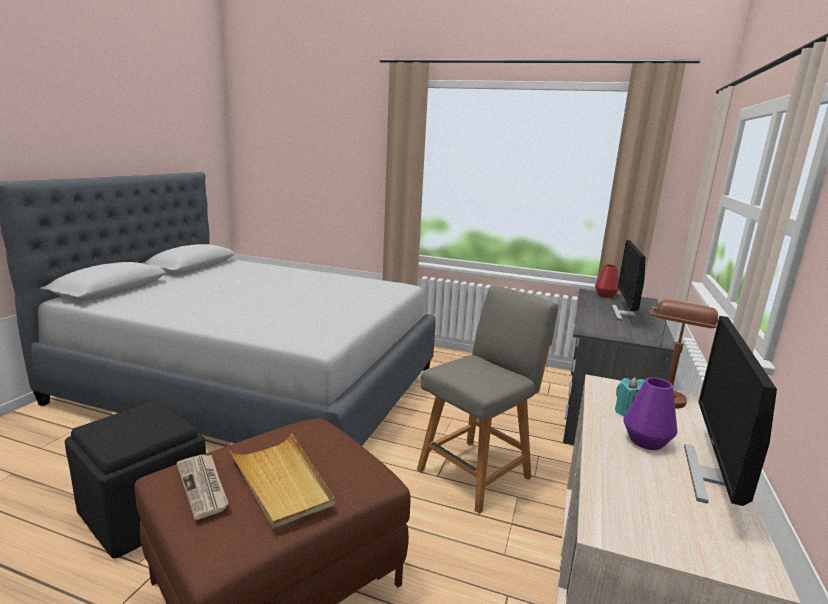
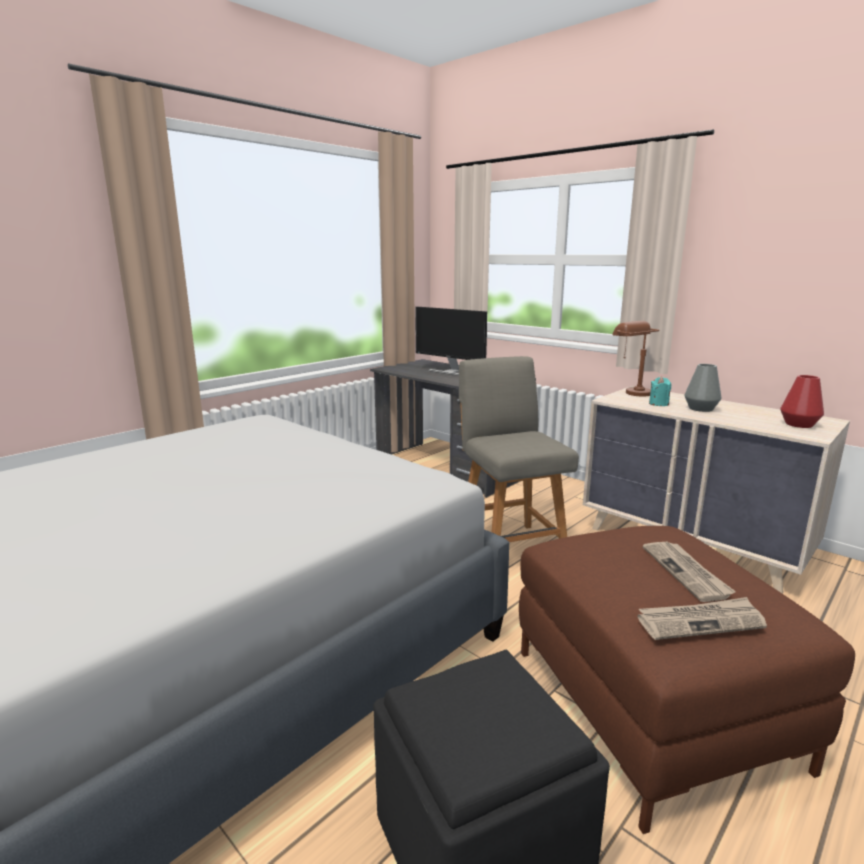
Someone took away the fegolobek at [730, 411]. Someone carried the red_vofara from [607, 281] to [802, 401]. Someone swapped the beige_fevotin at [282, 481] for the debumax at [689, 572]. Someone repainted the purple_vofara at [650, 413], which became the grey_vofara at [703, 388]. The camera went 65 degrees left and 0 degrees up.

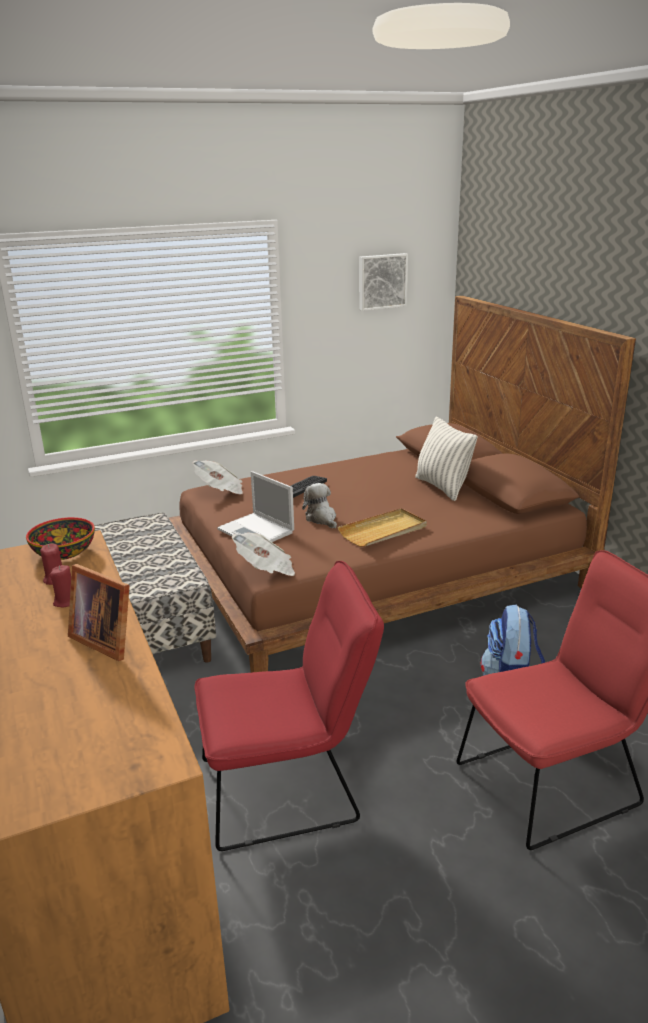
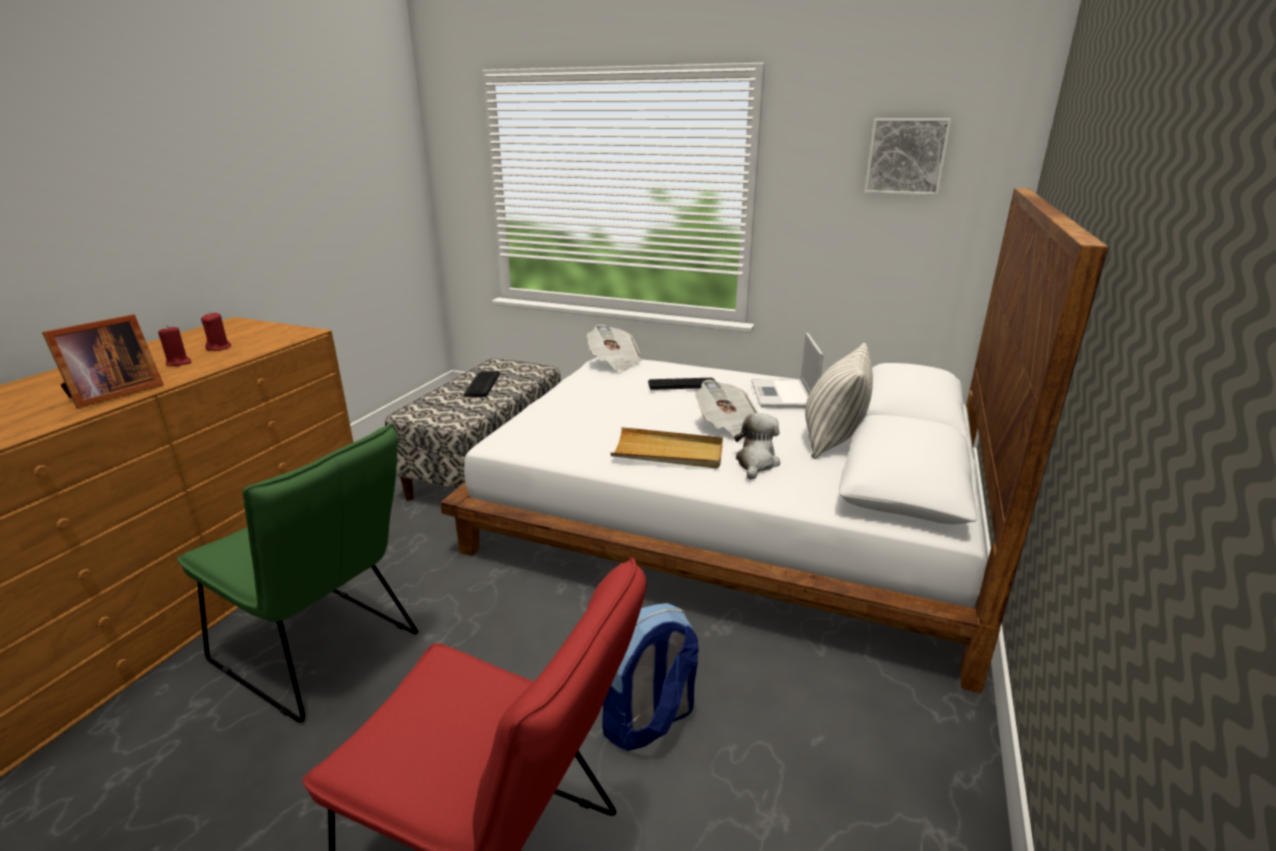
Someone took away the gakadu at [60, 538]. Someone put down the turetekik at [481, 384]. Someone carried the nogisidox from [255, 506] to [787, 370]. Someone carried the debumax from [263, 554] to [726, 410]. Someone carried the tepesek from [319, 505] to [757, 446]. Someone repainted the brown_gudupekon at [402, 484], which became the white_gudupekon at [774, 441]. Someone repainted the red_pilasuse at [289, 706], which became the green_pilasuse at [297, 573]. Someone rotated the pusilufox at [99, 612] by 135 degrees counterclockwise. The camera went 45 degrees right and 0 degrees up.

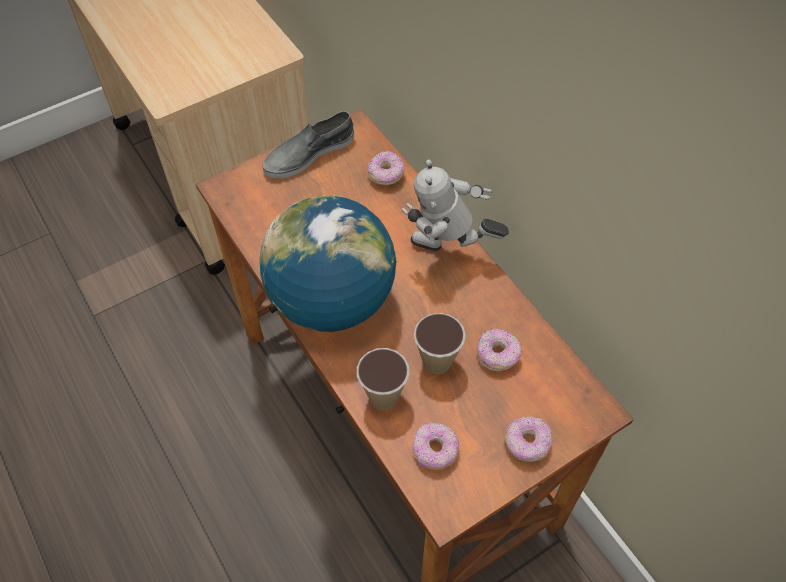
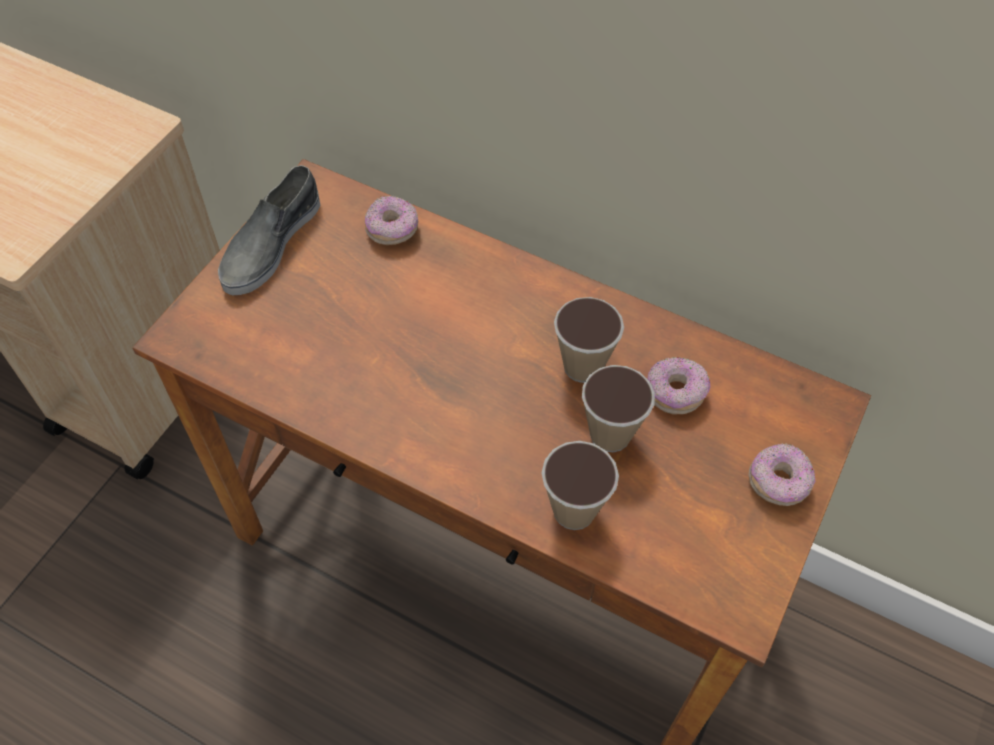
Someone took away the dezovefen at [328, 263]. Someone took away the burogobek at [455, 205]. Someone took away the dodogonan at [435, 446]. Someone put down the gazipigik at [589, 340]. The camera went 30 degrees left and 0 degrees up.

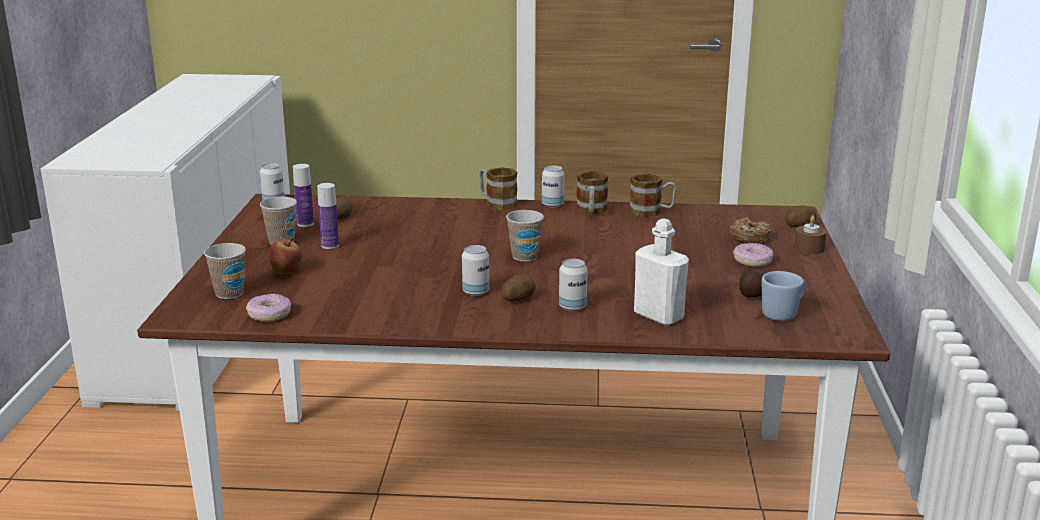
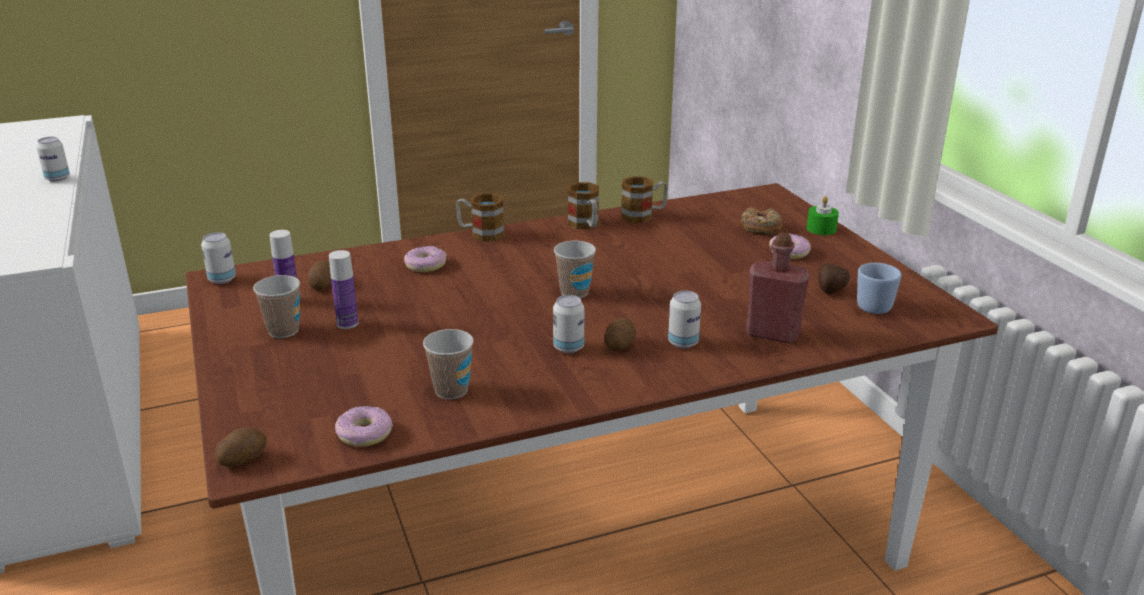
Someone took away the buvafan at [285, 256]. Someone put down the dodogonan at [425, 259]. Someone carried the gazipigik from [225, 271] to [448, 364]. Someone carried the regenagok from [553, 186] to [53, 159]. Someone carried the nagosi from [801, 216] to [240, 447]. Someone repainted the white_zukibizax at [661, 272], which became the red_zukibizax at [778, 288]. Someone repainted the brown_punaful at [810, 234], which became the green_punaful at [823, 215]. The camera went 25 degrees left and 5 degrees up.

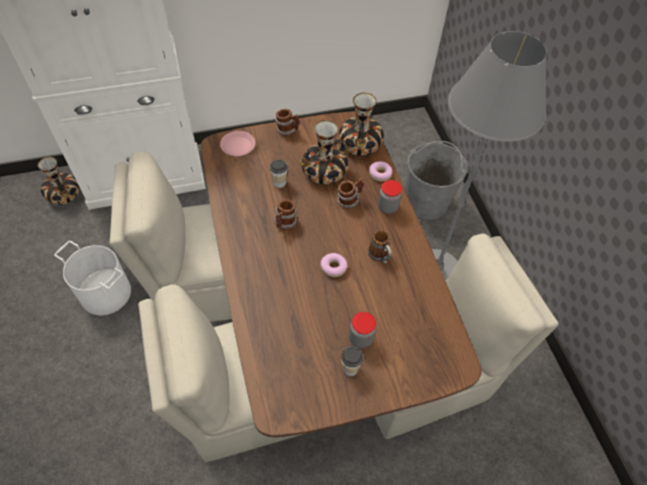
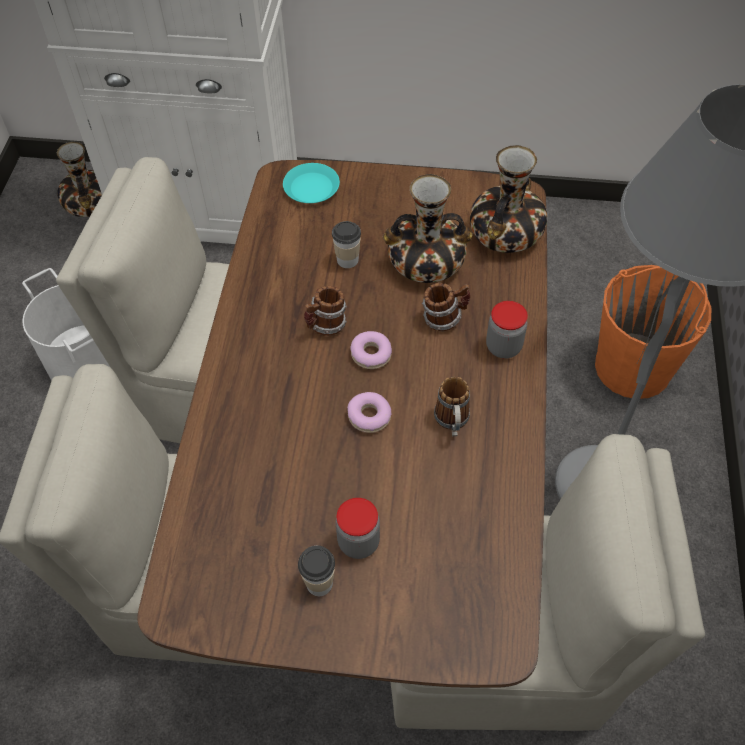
Someone took away the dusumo at [287, 122]. Someone carried the dodogonan from [381, 171] to [371, 350]. Someone repainted the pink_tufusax at [237, 143], which became the turquoise_tufusax at [311, 183]. Someone repainted the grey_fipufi at [437, 180], which became the orange_fipufi at [653, 332]. The camera went 25 degrees right and 0 degrees up.

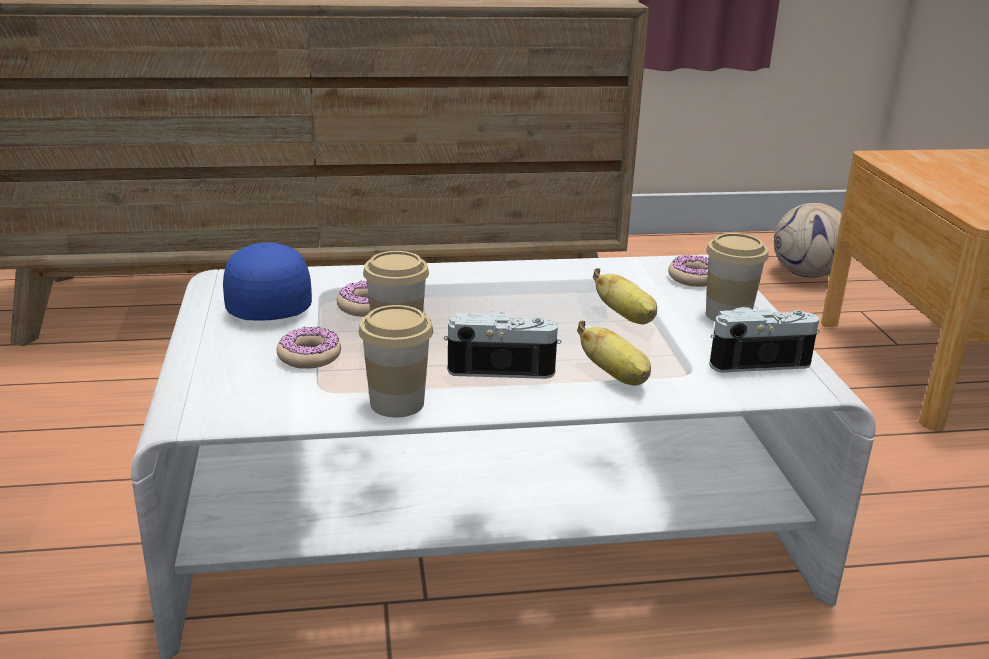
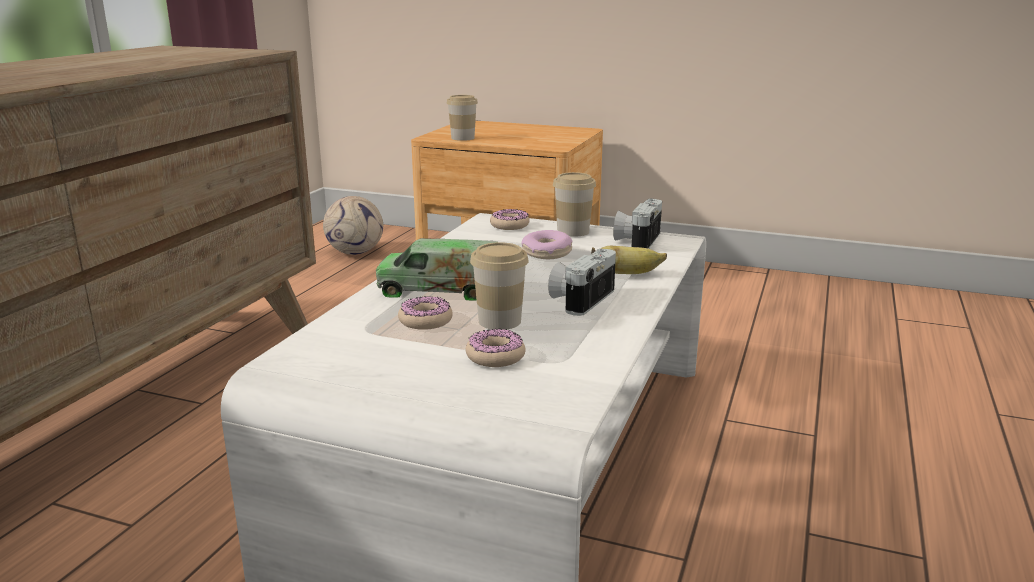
Someone took away the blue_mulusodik at [267, 281]. Someone put down the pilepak at [436, 269]. Someone carried the gazipigik from [396, 361] to [462, 118]. Someone swapped the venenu at [625, 296] for the dodogonan at [547, 244]. The camera went 60 degrees left and 5 degrees down.

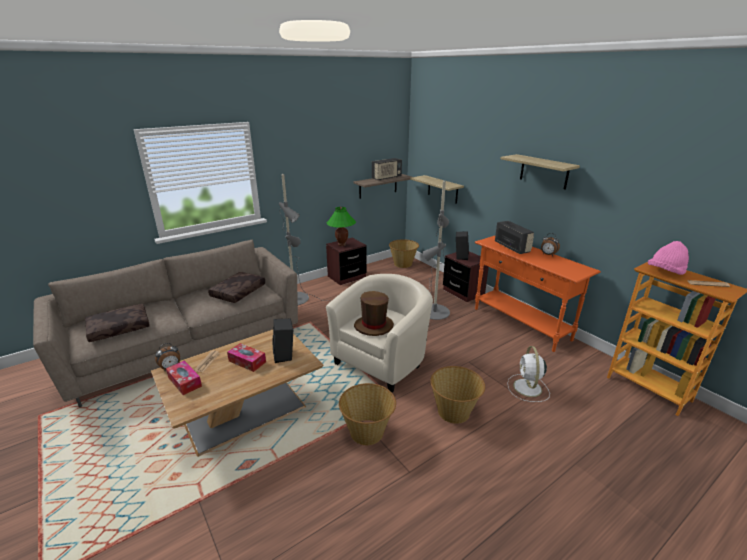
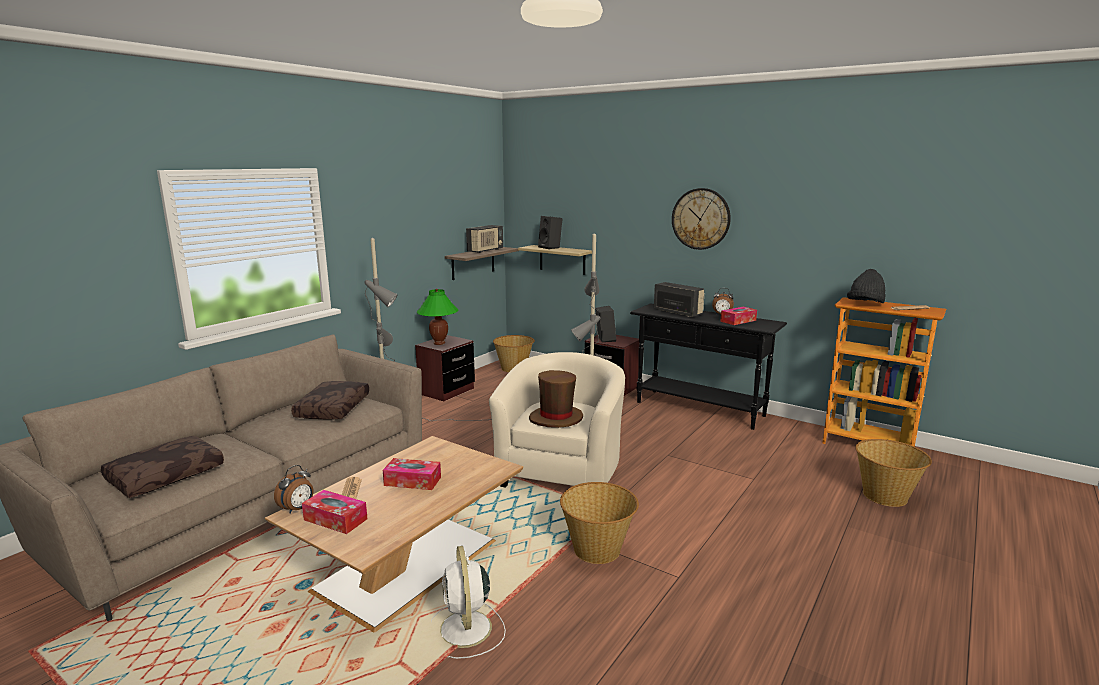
Someone put down the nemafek at [738, 316]. Someone carried the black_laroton from [283, 340] to [550, 232]. Someone carried the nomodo from [457, 395] to [893, 473]. Someone carried the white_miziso from [528, 374] to [468, 602]. Someone swapped the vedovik at [540, 172] for the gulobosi at [701, 219]. Someone repainted the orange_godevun at [538, 294], which became the black_godevun at [708, 366]. Someone repainted the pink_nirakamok at [668, 258], which became the black_nirakamok at [866, 286]. The camera went 20 degrees left and 10 degrees down.

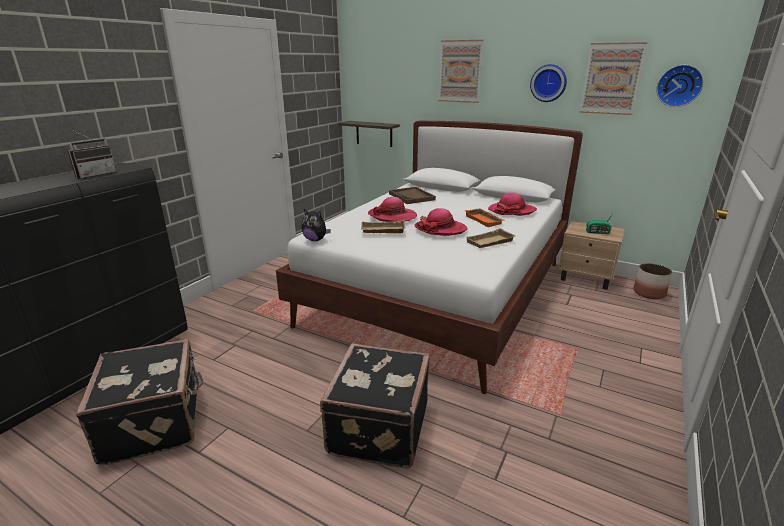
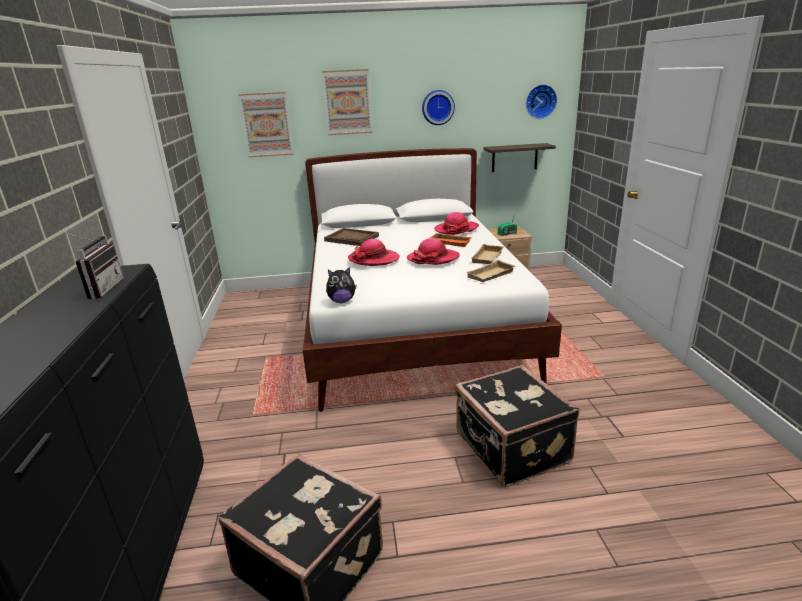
Someone took away the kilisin at [652, 281]. Someone carried the vedovik from [369, 134] to [519, 157]. Someone carried the beige_fevotin from [383, 226] to [491, 271]. Someone carried the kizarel from [613, 78] to [266, 124]. The camera went 35 degrees left and 0 degrees up.

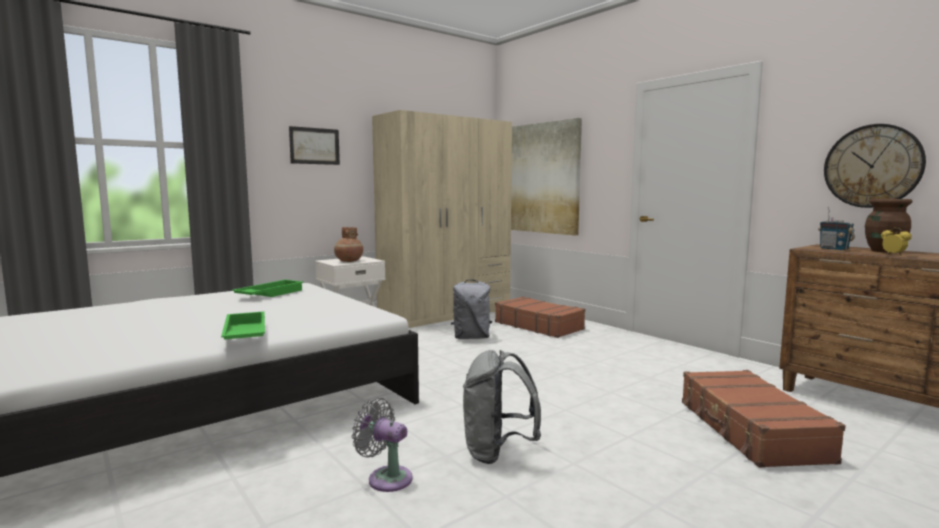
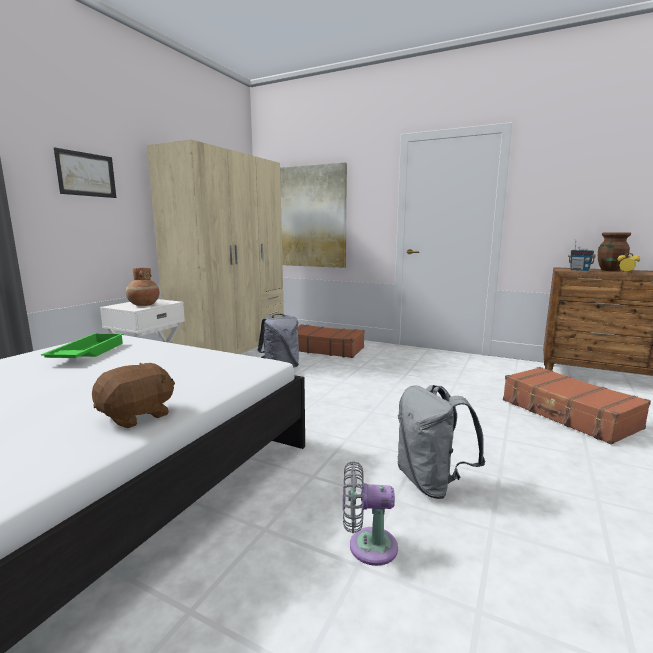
Someone took away the gulobosi at [875, 166]. Someone swapped the green_fevotin at [243, 325] for the brown_tepesek at [133, 395]. The camera went 25 degrees left and 5 degrees up.

